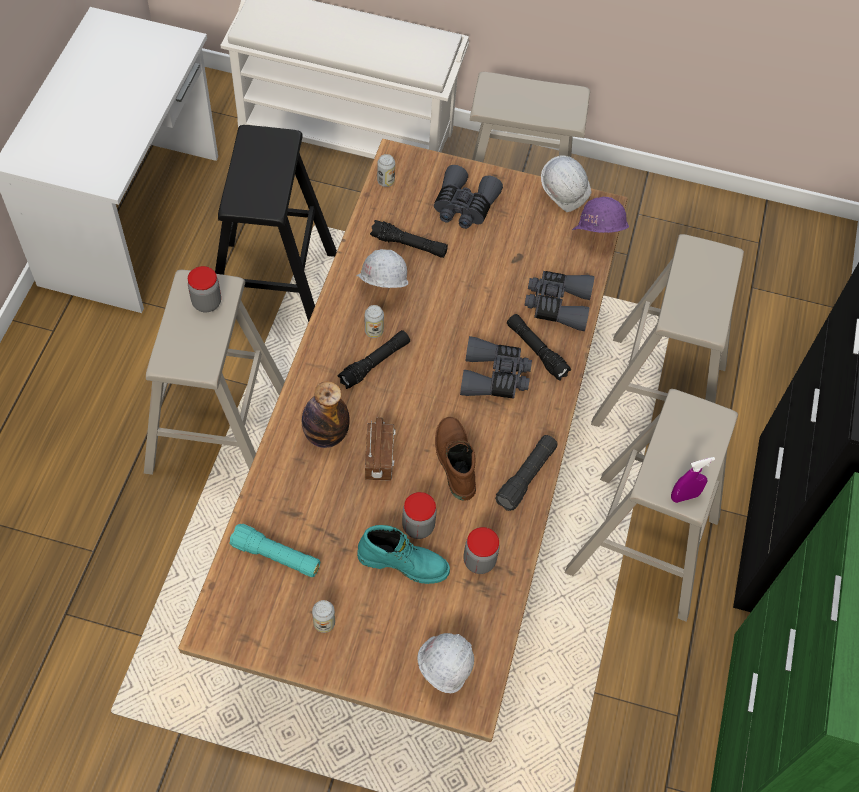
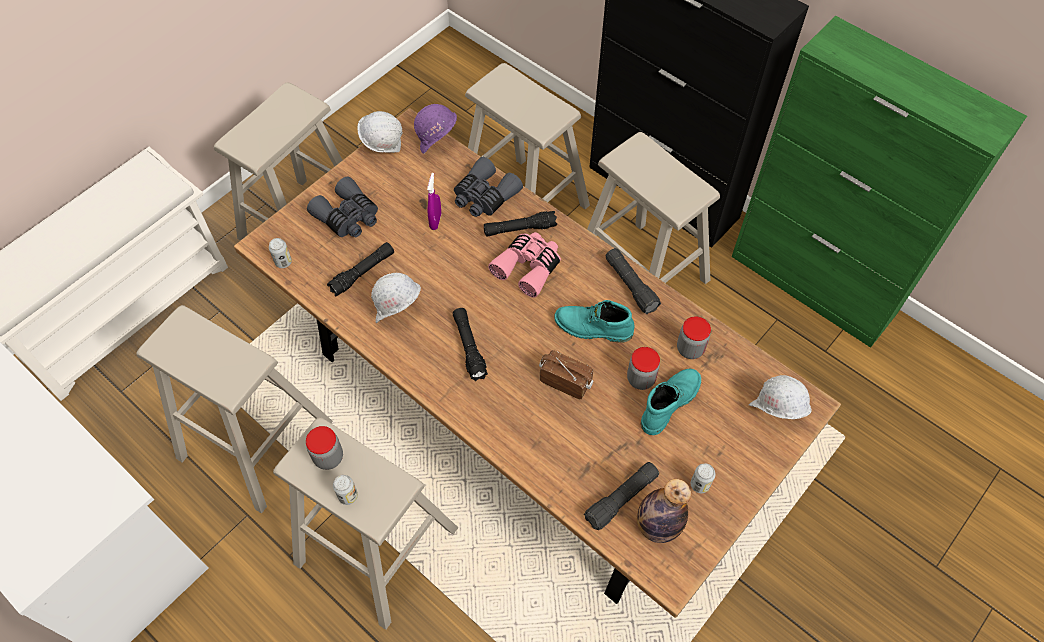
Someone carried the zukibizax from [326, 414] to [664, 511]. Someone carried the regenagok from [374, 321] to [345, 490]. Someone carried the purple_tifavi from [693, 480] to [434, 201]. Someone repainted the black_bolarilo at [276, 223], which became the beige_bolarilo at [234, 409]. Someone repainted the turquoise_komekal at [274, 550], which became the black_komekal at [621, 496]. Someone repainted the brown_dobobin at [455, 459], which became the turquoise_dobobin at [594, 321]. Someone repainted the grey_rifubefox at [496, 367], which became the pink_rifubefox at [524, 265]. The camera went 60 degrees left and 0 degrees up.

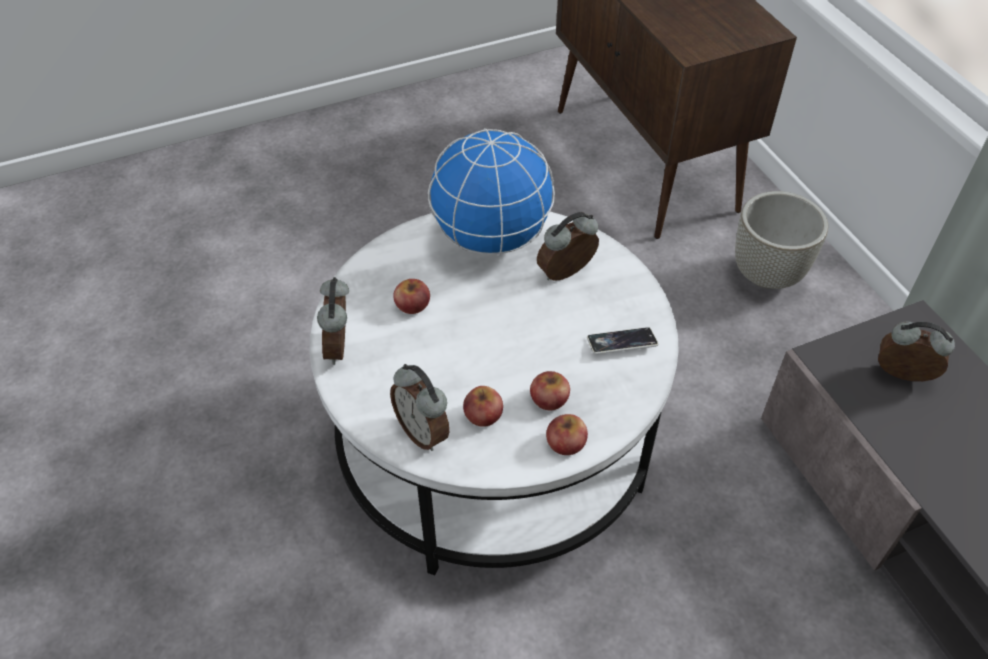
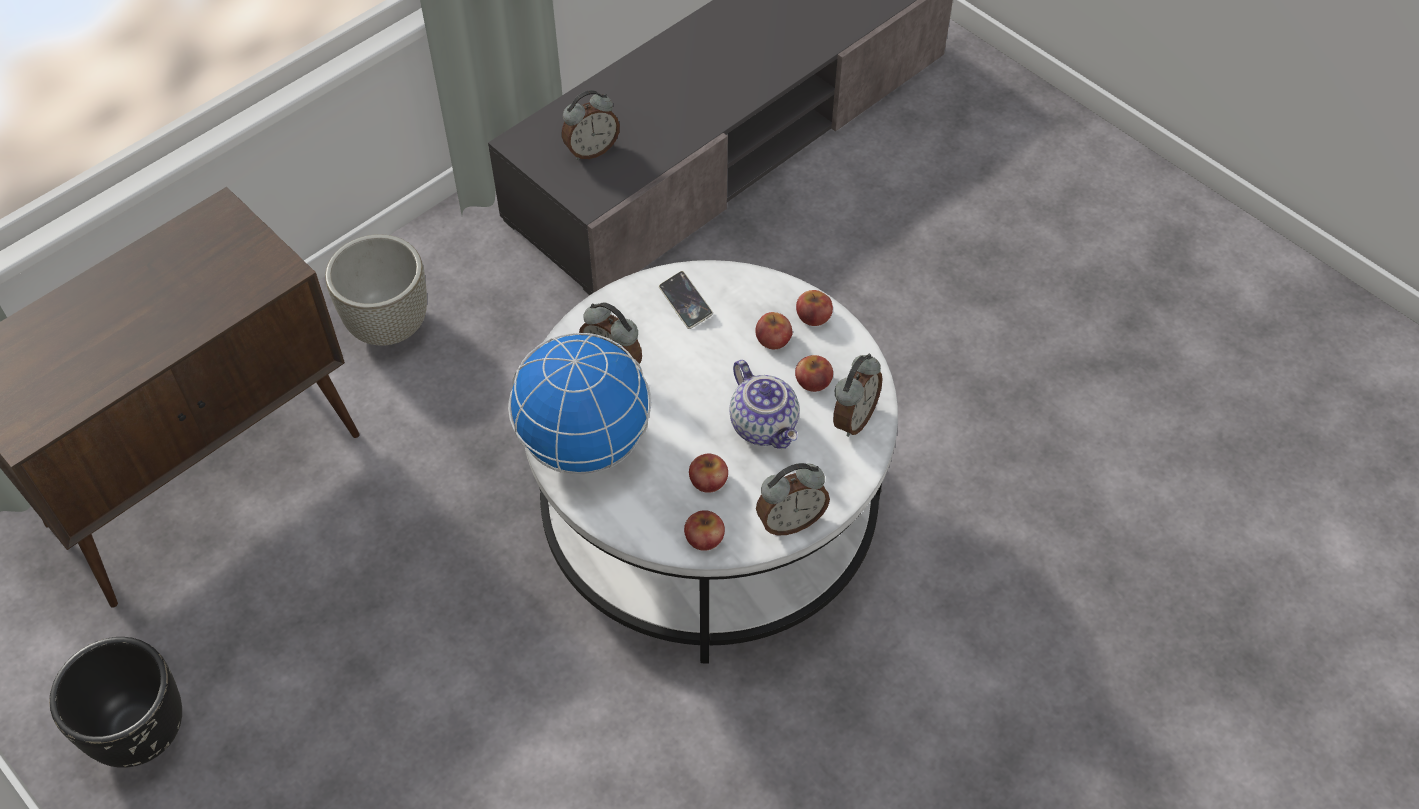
Someone put down the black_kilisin at [115, 702]. Someone put down the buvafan at [704, 530]. Someone put down the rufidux at [764, 404]. Someone rotated the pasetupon at [916, 351] by 120 degrees counterclockwise. The camera went 110 degrees left and 5 degrees up.

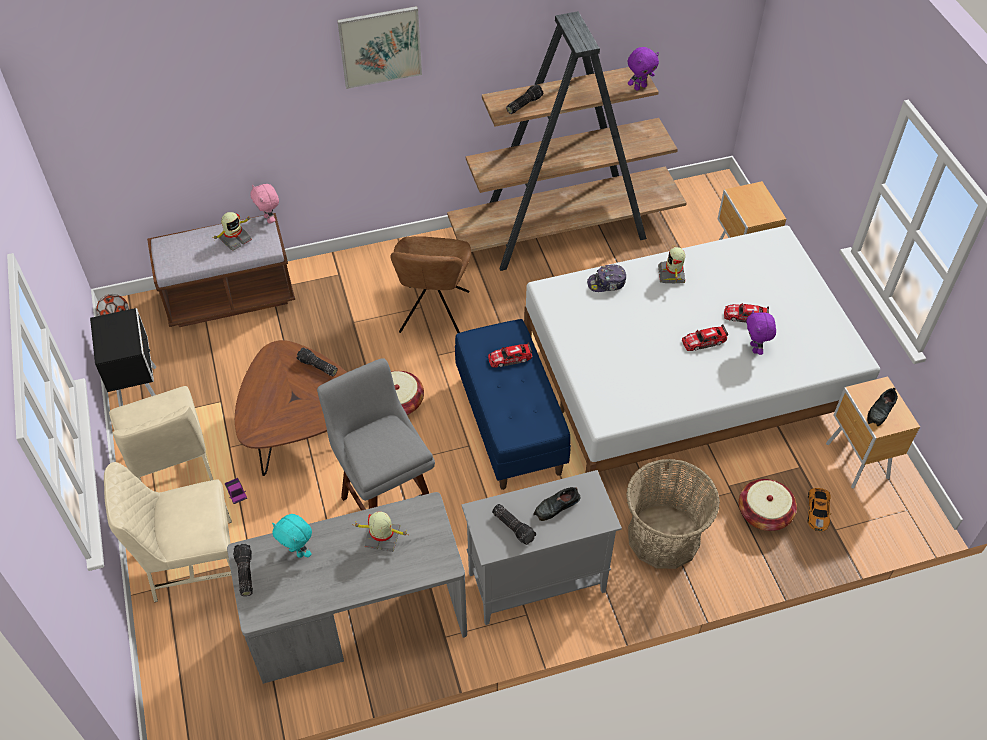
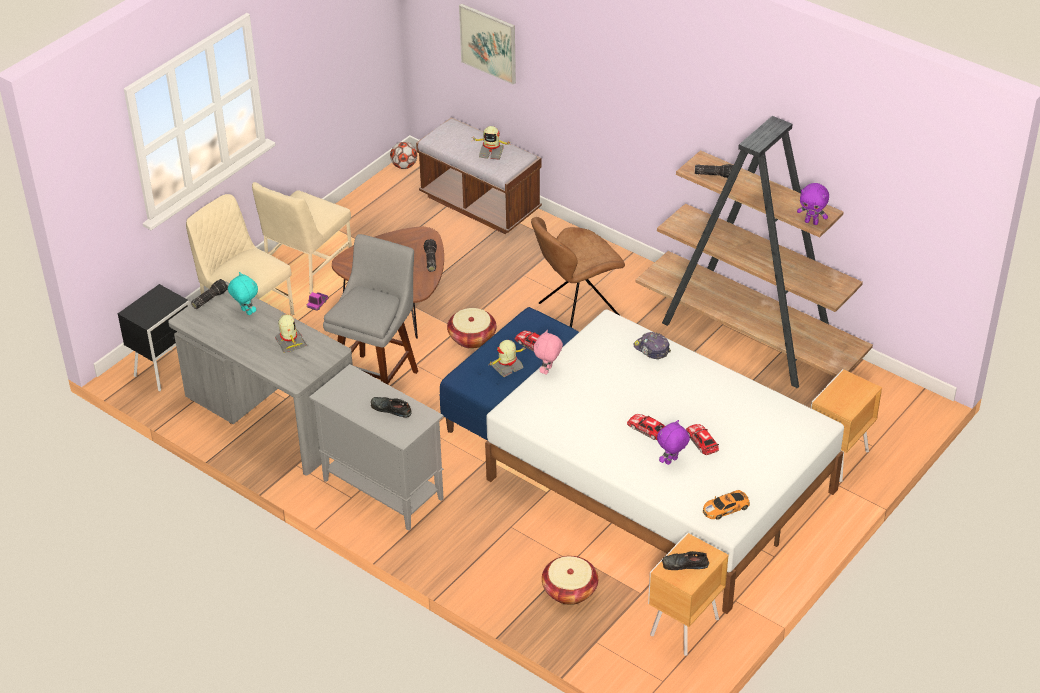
Someone took away the komekal at [514, 524]. Someone took away the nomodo at [673, 514]. Someone carried the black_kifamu from [123, 357] to [154, 337]. Someone carried the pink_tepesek from [264, 204] to [548, 352]. Someone carried the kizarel from [379, 47] to [487, 44]. Someone carried the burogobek from [671, 264] to [506, 358]. Someone carried the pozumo from [819, 510] to [726, 505]. Someone rotated the turquoise_tepesek at [292, 536] by 135 degrees clockwise. The camera went 55 degrees right and 10 degrees down.

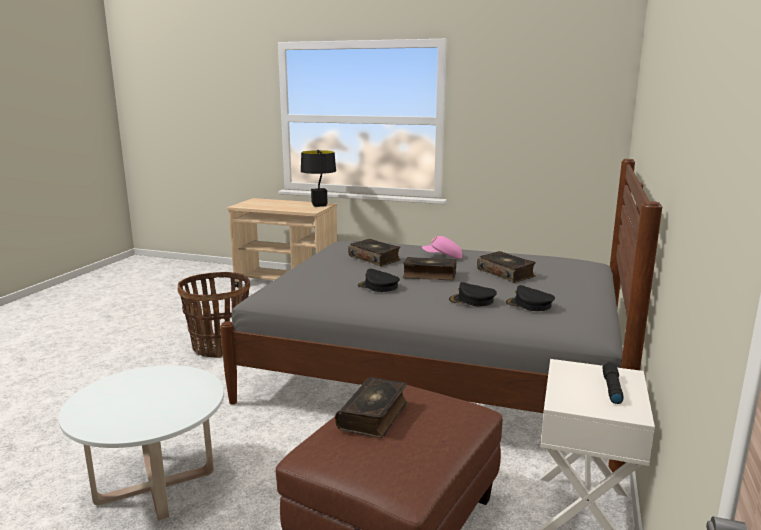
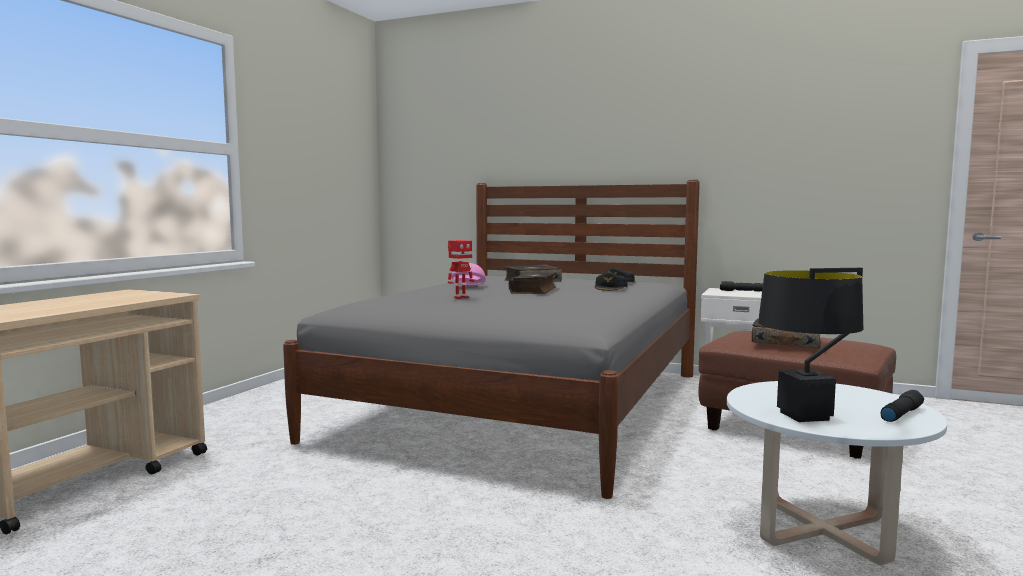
Someone took away the nomodo at [213, 315]. Someone took away the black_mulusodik at [379, 280]. Someone put down the black_komekal at [902, 406]. Someone carried the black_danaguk from [318, 178] to [810, 345]. Someone swapped the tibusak at [374, 252] for the burogobek at [461, 269]. The camera went 85 degrees left and 10 degrees down.

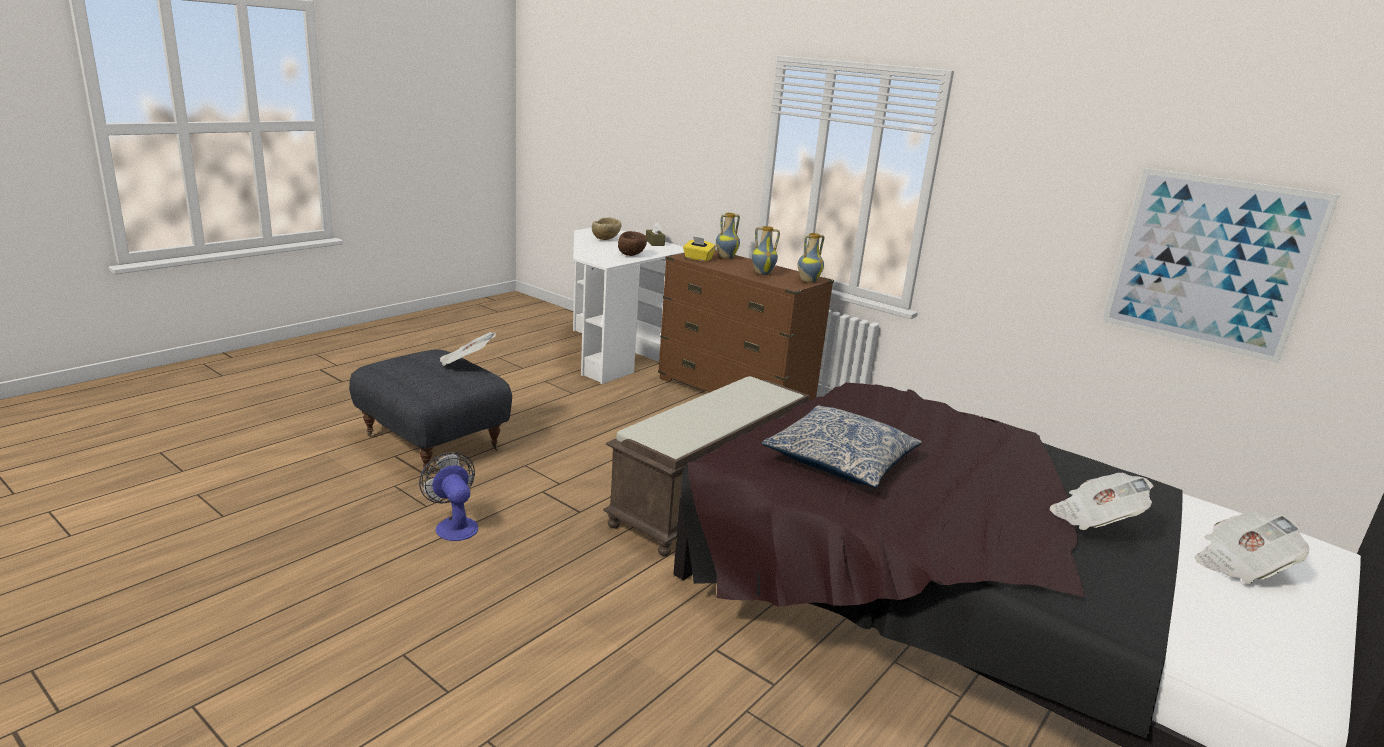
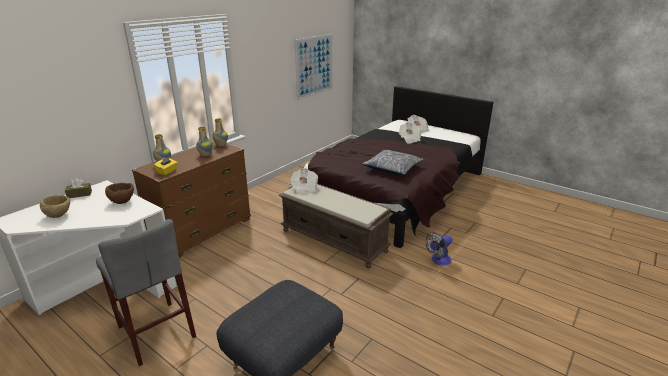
Someone put down the grey_bolarilo at [146, 292]. Someone carried the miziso from [448, 496] to [439, 248]. Someone carried the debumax from [468, 349] to [304, 182]. The camera went 90 degrees left and 5 degrees up.

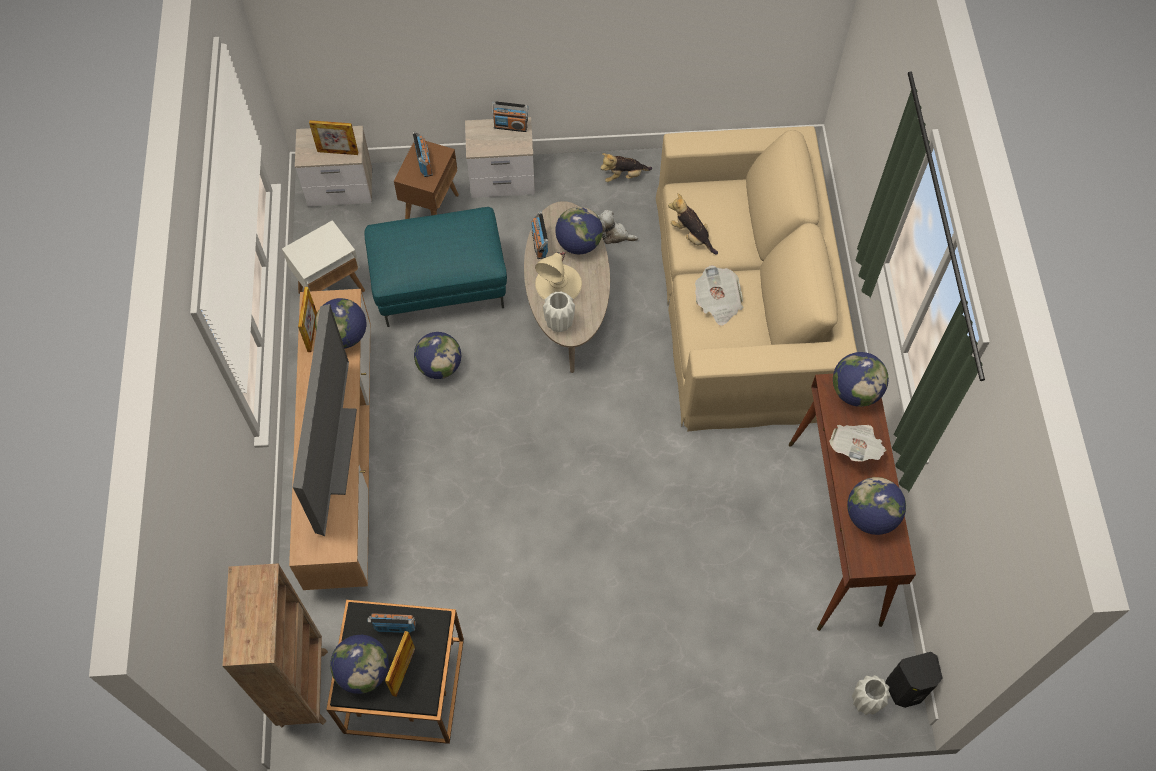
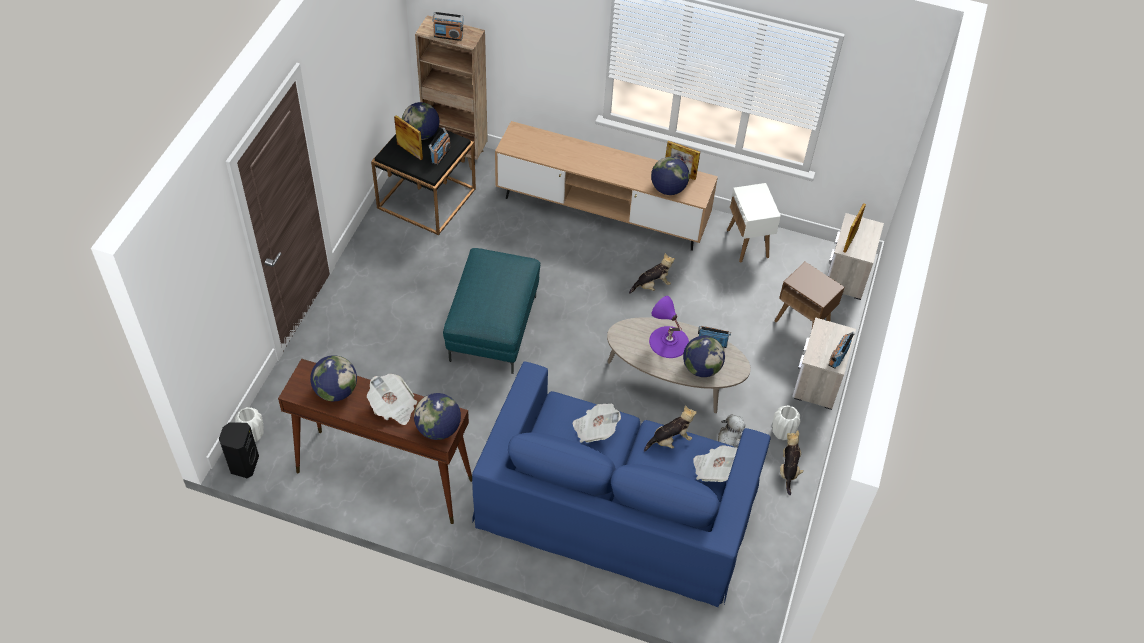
Someone took away the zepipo at [325, 420]. Someone put down the debumax at [715, 463]. Someone carried the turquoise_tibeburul from [436, 267] to [491, 311]. Someone carried the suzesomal from [422, 154] to [448, 26]. Someone carried the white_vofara from [559, 312] to [786, 422]. Someone swapped the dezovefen at [437, 355] for the tepesek at [652, 273]. Someone repainted the beige_danaguk at [558, 276], which became the purple_danaguk at [669, 327]. Someone repainted the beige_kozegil at [756, 278], which became the blue_kozegil at [621, 484]. The camera went 110 degrees right and 10 degrees down.

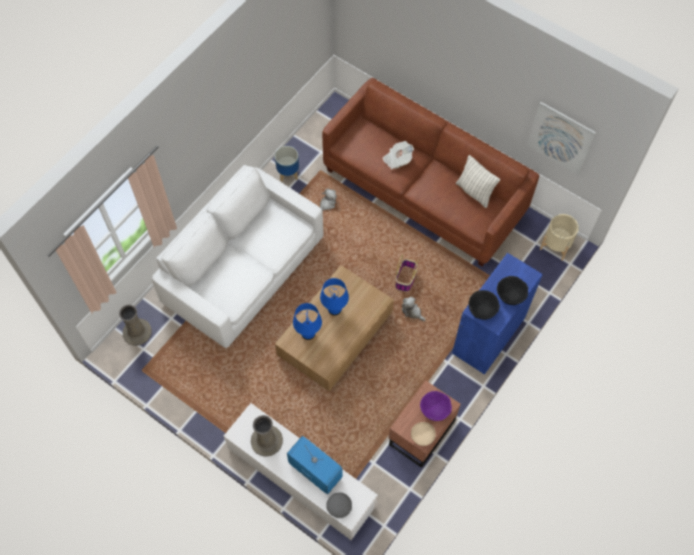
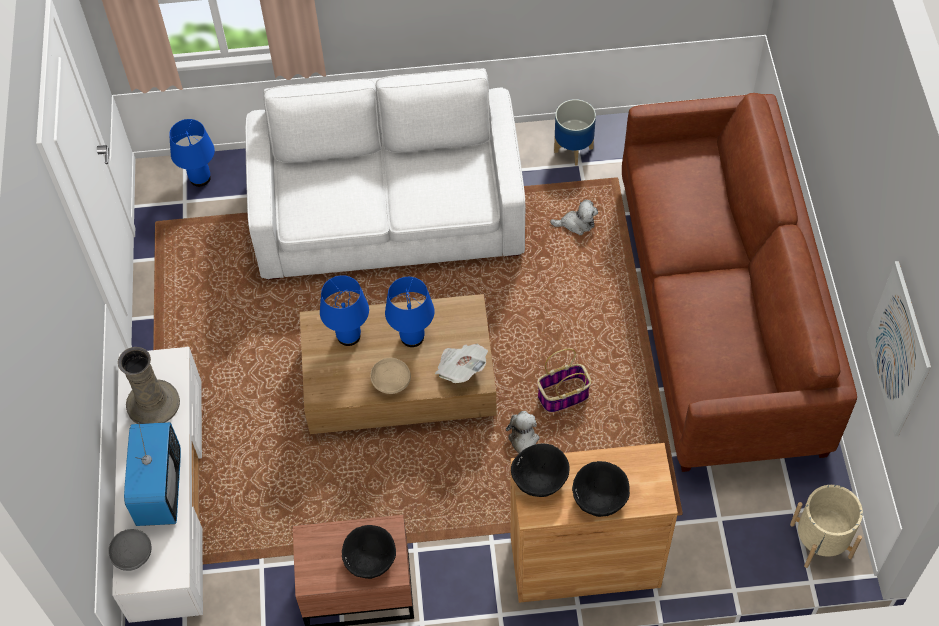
Someone took away the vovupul at [478, 181]. Someone carried the debumax from [398, 155] to [461, 363]. Someone carried the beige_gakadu from [423, 434] to [390, 376]. Someone swapped the beige_vofara at [135, 325] for the blue_danaguk at [192, 153]. Someone repainted the purple_gakadu at [436, 406], which became the black_gakadu at [369, 552]. Someone repainted the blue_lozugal at [497, 314], which became the brown_lozugal at [594, 523]. The camera went 50 degrees right and 5 degrees down.

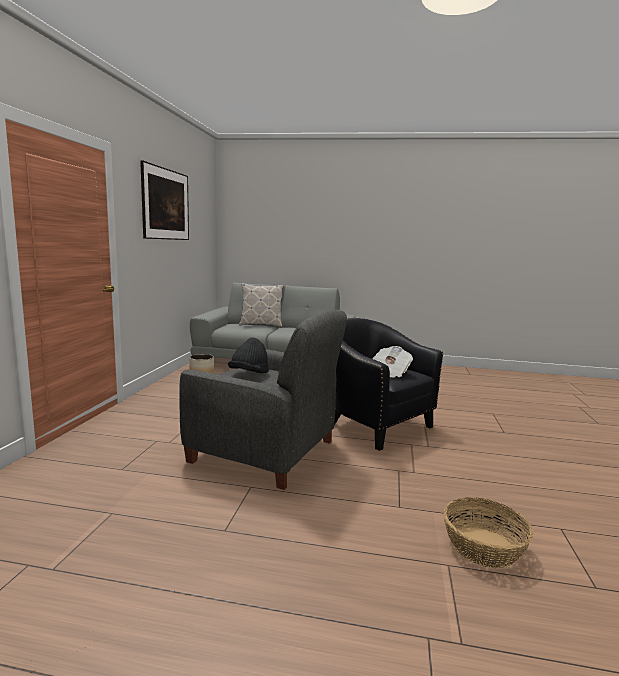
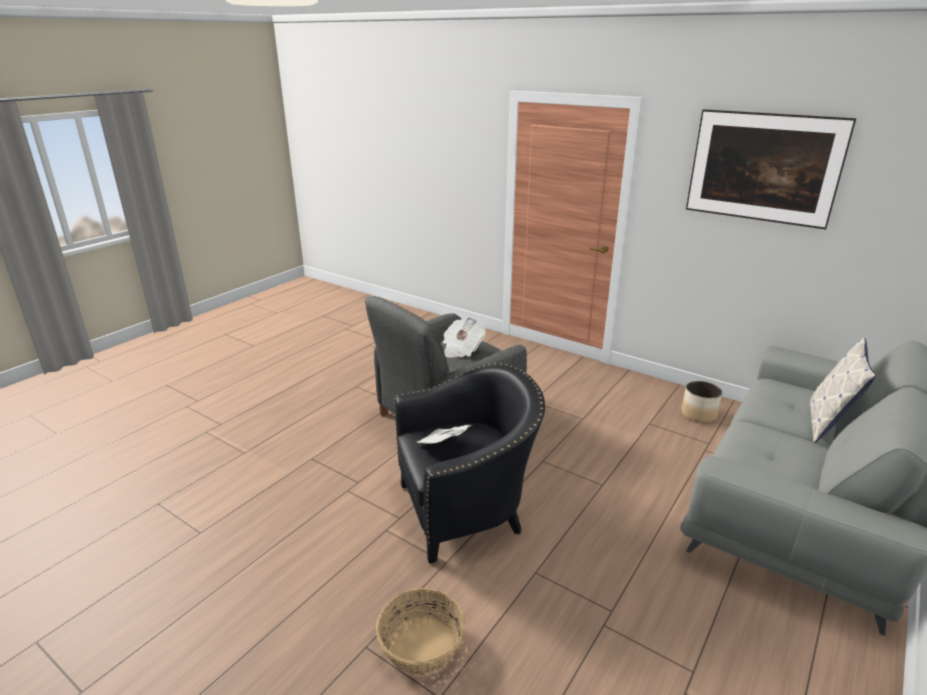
Someone carried the nomodo from [488, 532] to [421, 631]. Someone swapped the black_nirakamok at [248, 355] for the debumax at [464, 337]. The camera went 115 degrees right and 15 degrees up.

